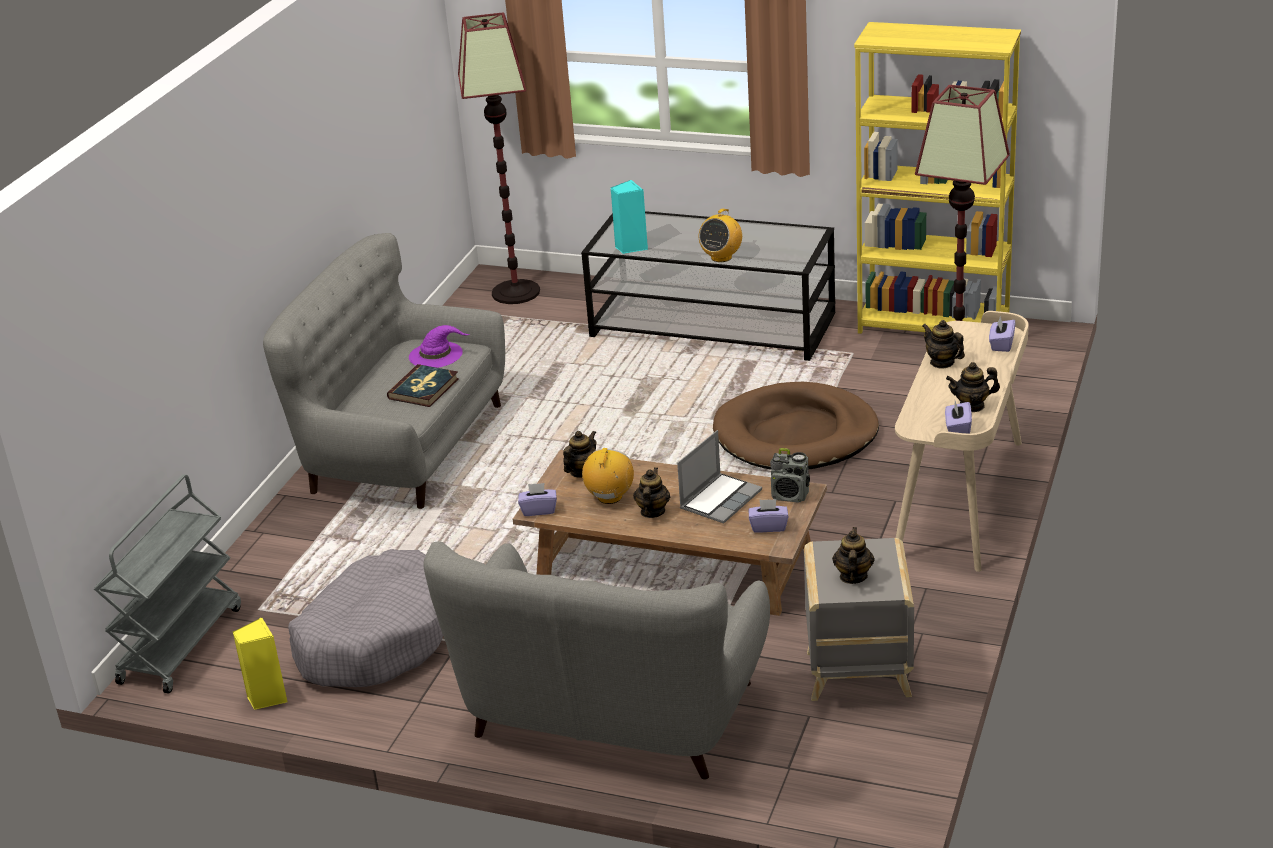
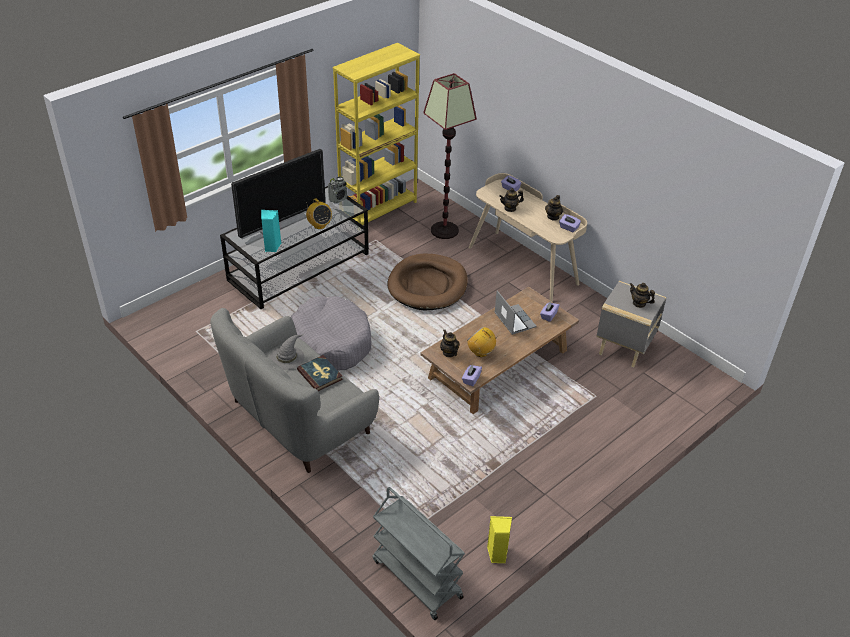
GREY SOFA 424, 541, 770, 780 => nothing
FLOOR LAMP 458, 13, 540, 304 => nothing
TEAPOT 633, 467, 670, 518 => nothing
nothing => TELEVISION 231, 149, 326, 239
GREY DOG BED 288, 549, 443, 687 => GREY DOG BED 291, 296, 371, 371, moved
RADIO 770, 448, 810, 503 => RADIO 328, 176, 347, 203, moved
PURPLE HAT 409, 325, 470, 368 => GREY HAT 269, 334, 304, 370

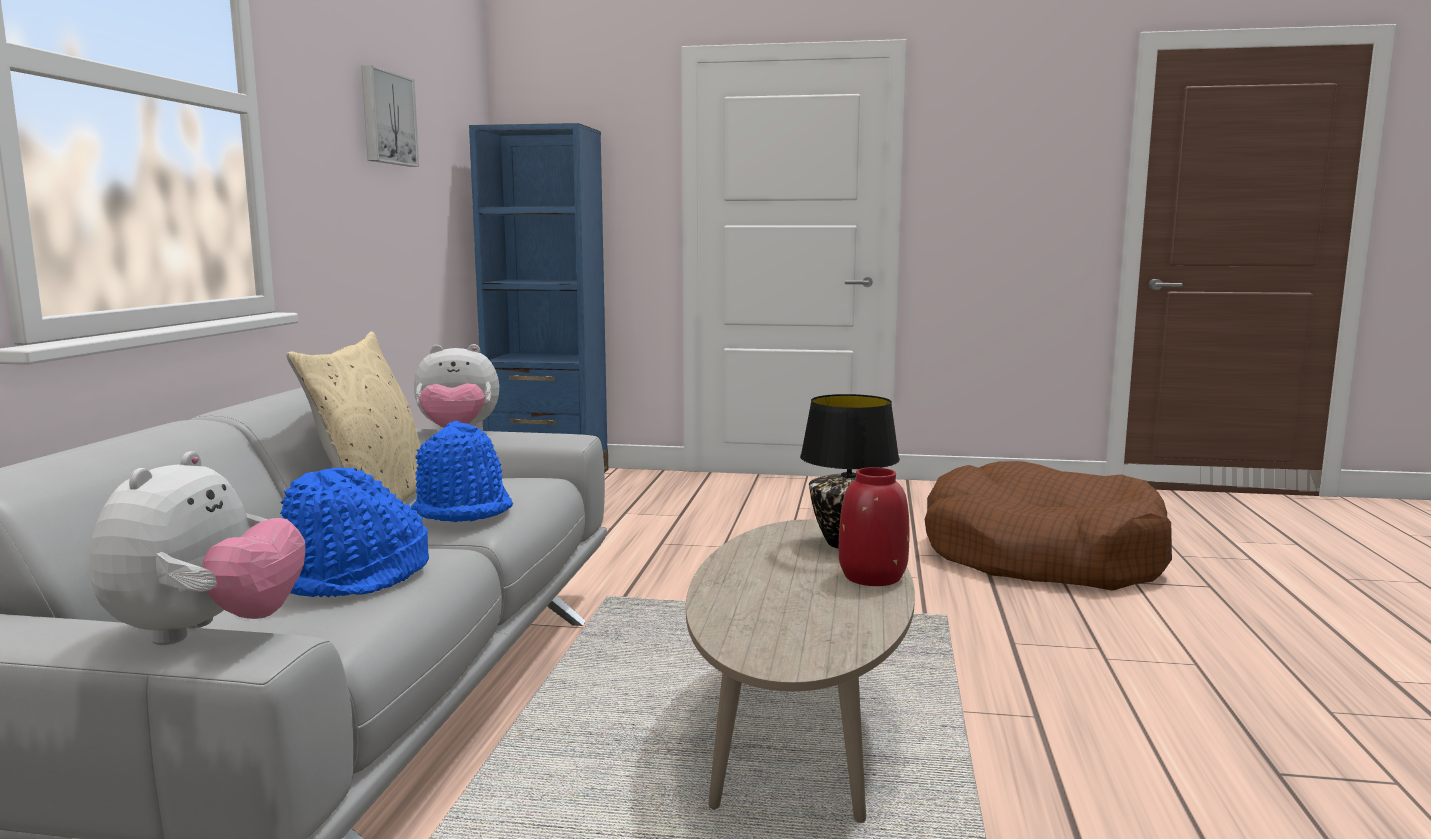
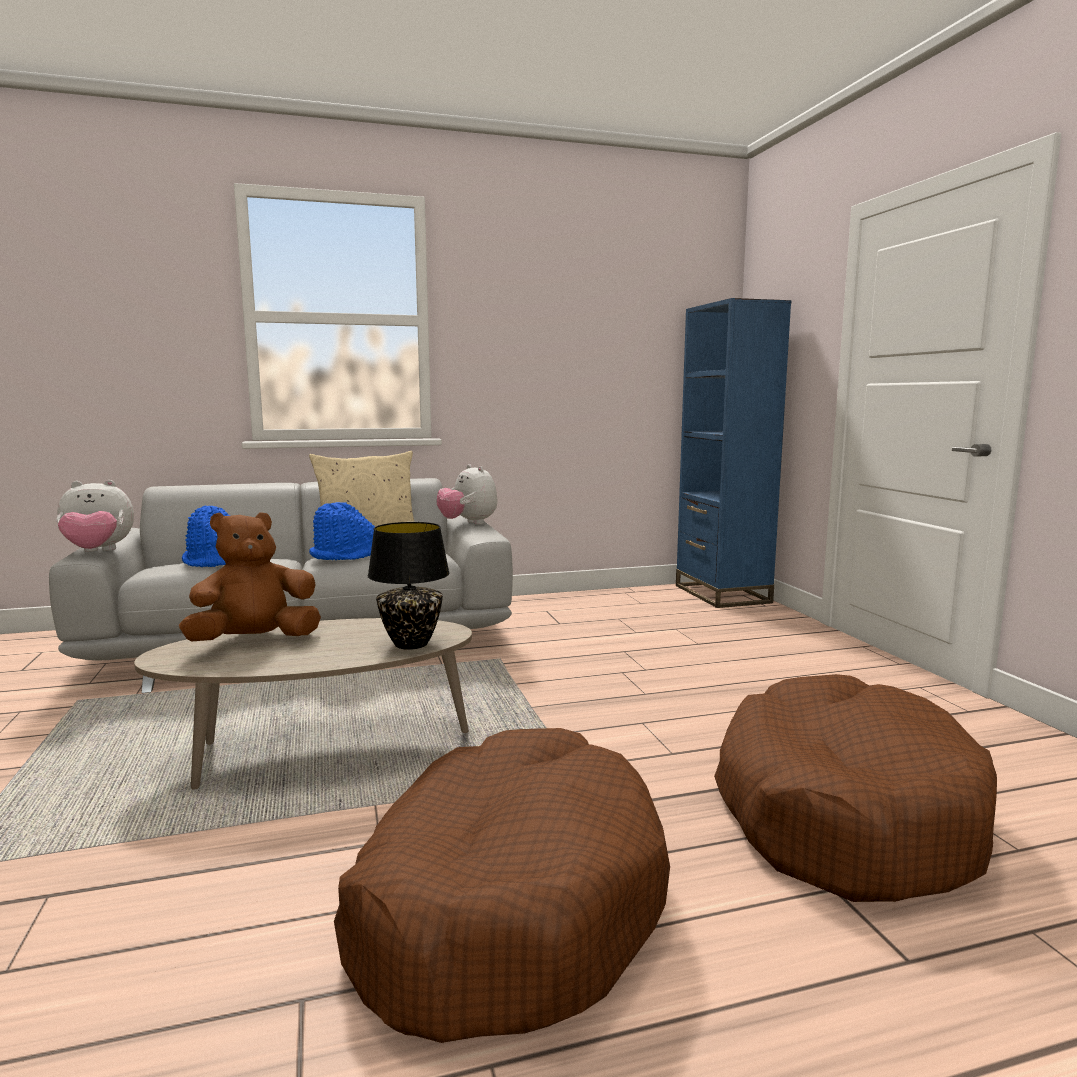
PICTURE 361, 65, 419, 167 => nothing
RED VASE 839, 467, 909, 586 => nothing
nothing => BROWN PLUSH TOY 179, 512, 321, 641
nothing => BROWN DOG BED 334, 728, 670, 1043

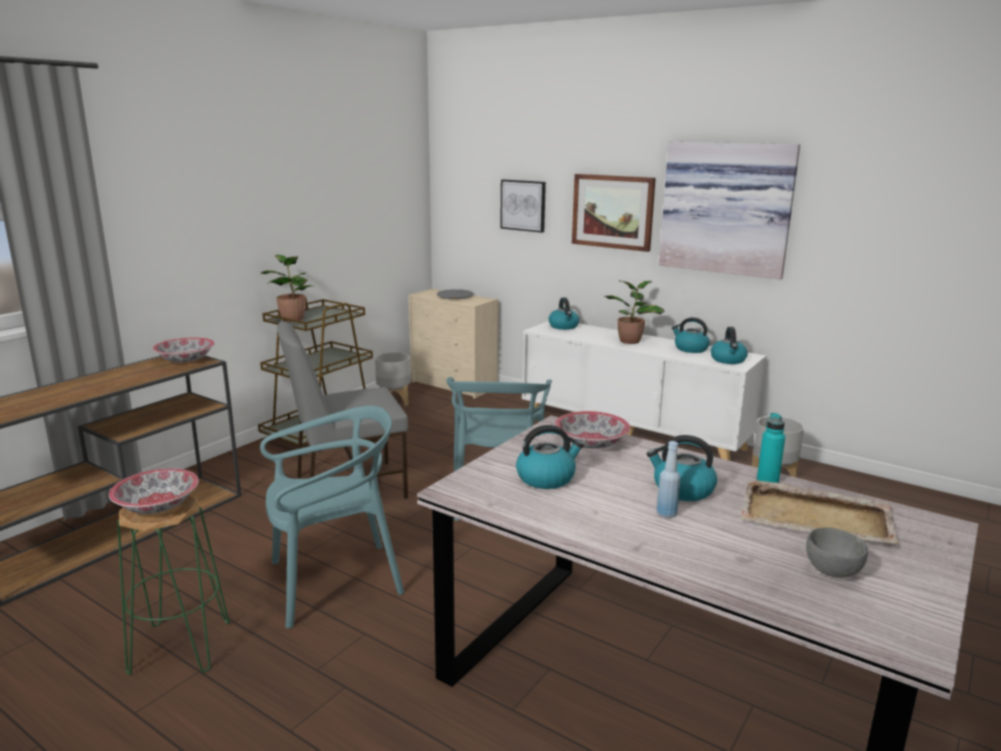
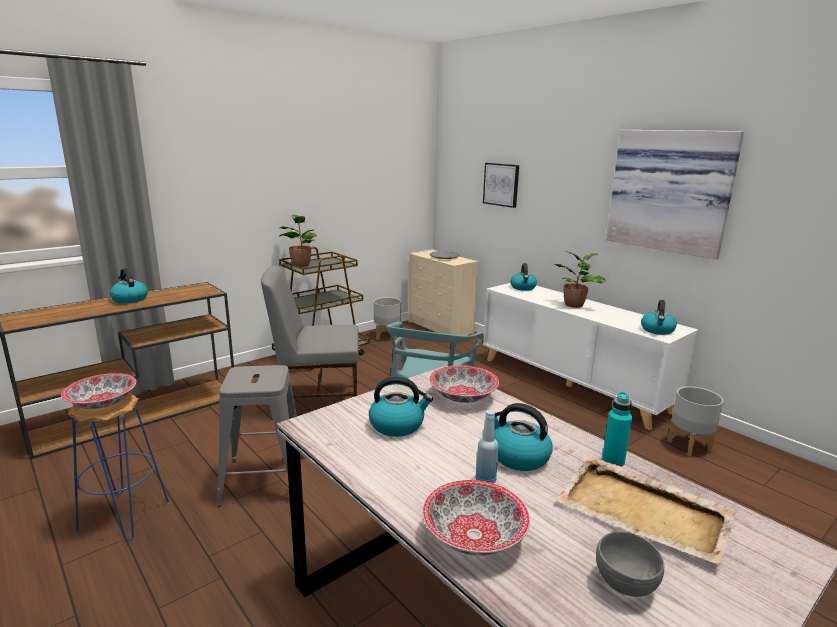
PICTURE 572, 174, 656, 252 => nothing
BOWL 152, 338, 215, 362 => BOWL 422, 480, 530, 556, moved
KETTLE 672, 317, 710, 353 => KETTLE 110, 268, 148, 304, moved
TURQUOISE CHAIR 260, 406, 404, 628 => GREY STOOL 217, 365, 305, 507
GREEN STOOL 117, 494, 230, 675 => BLUE STOOL 67, 393, 169, 541

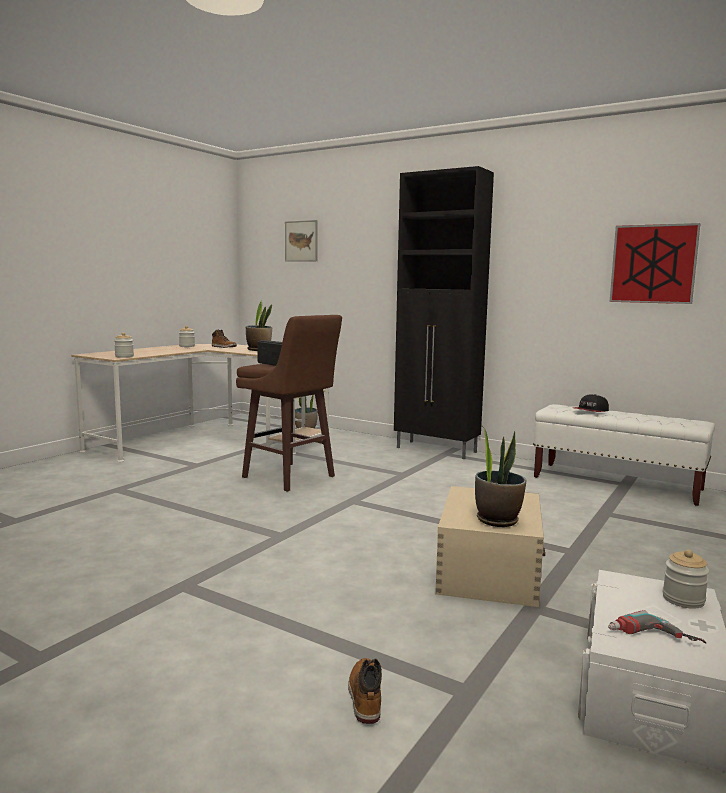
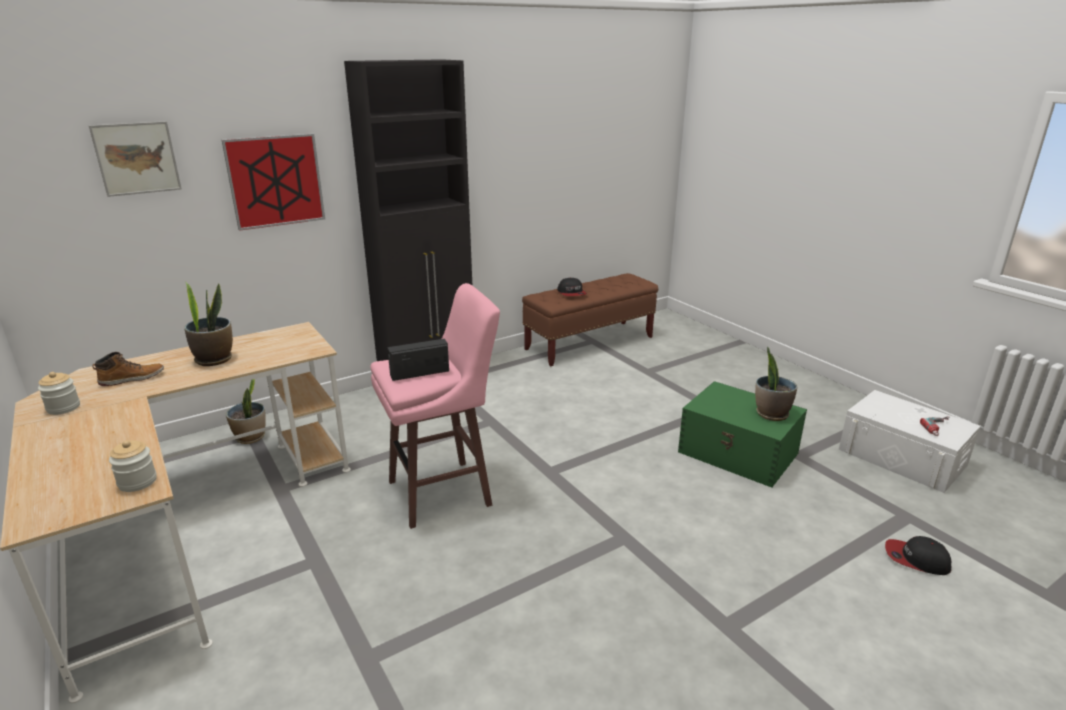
JAR 663, 550, 709, 609 => nothing
PICTURE 610, 223, 701, 304 => PICTURE 222, 133, 325, 231, moved
BOOT 348, 658, 382, 724 => CAP 885, 536, 952, 575
BROWN STOOL 236, 315, 342, 492 => PINK STOOL 370, 283, 500, 529
BEIGE STORAGE BOX 435, 486, 545, 607 => GREEN STORAGE BOX 678, 381, 807, 488
WHITE BENCH 533, 404, 715, 506 => BROWN BENCH 522, 273, 658, 366

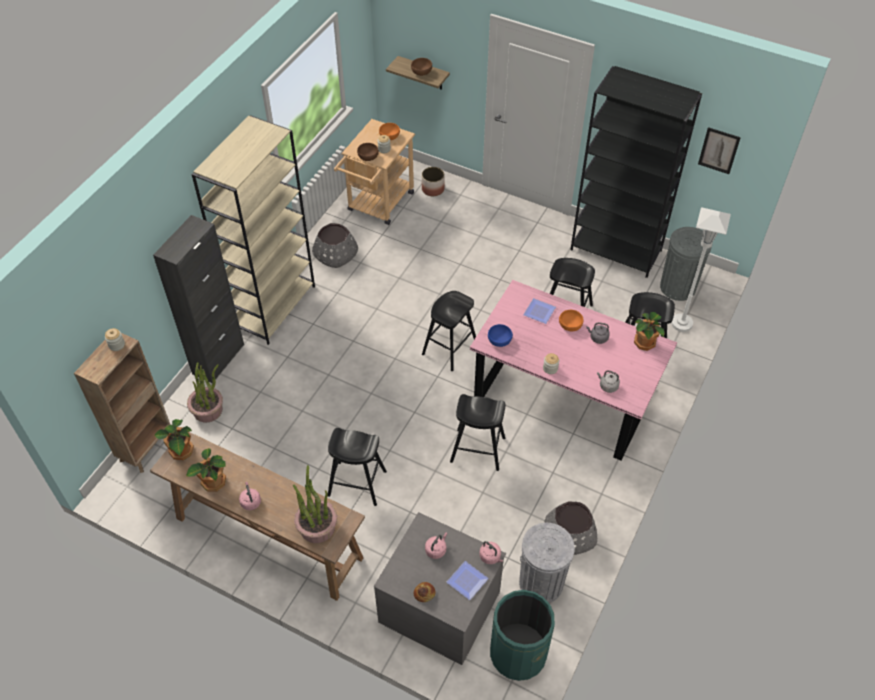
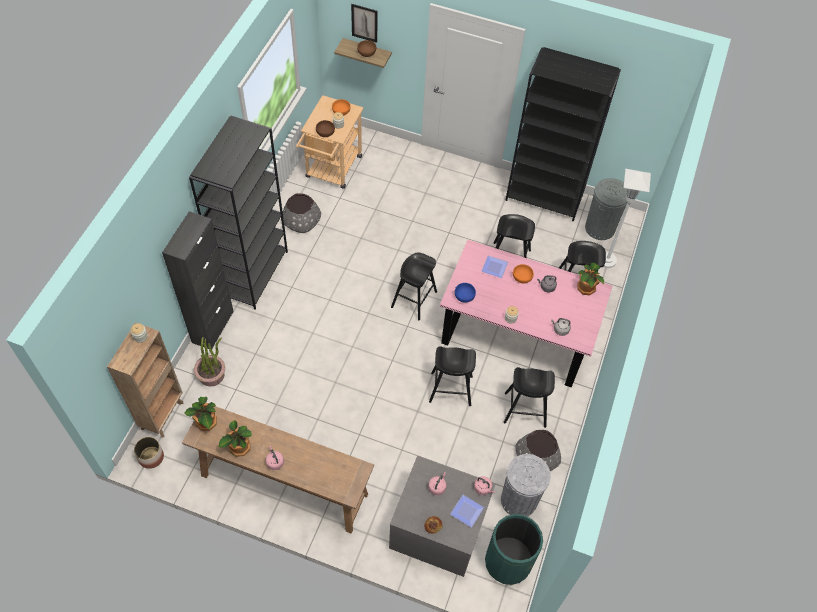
POTTED PLANT 293, 465, 337, 543 => nothing
BLACK STOOL 327, 428, 387, 506 => BLACK STOOL 503, 367, 555, 428, moved
PLANTER 422, 167, 445, 196 => PLANTER 134, 437, 164, 469, moved
PICTURE 698, 127, 741, 174 => PICTURE 351, 4, 377, 43, moved
BEIGE BOOKCASE 192, 115, 315, 345 => BLACK BOOKCASE 189, 116, 288, 310

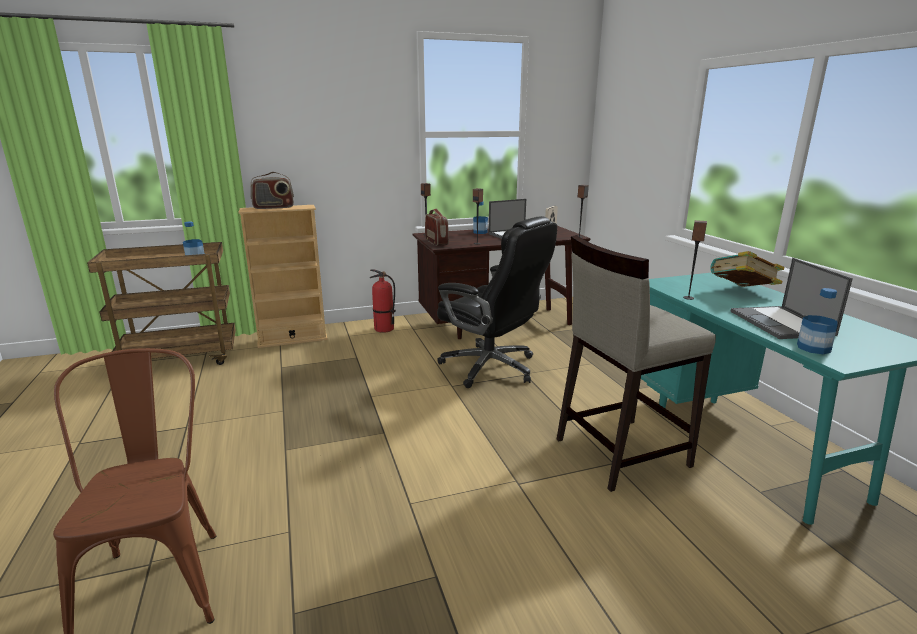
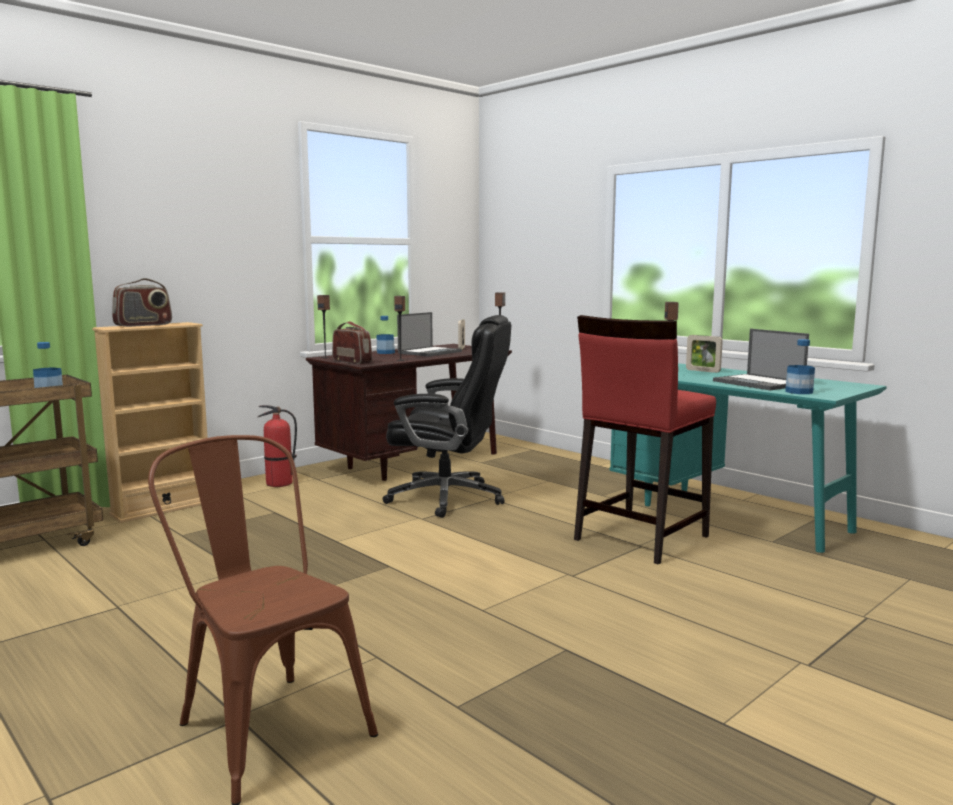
BOOK 710, 251, 784, 287 => PICTURE FRAME 686, 335, 723, 373
BEIGE STOOL 557, 235, 716, 492 => RED STOOL 574, 315, 716, 565

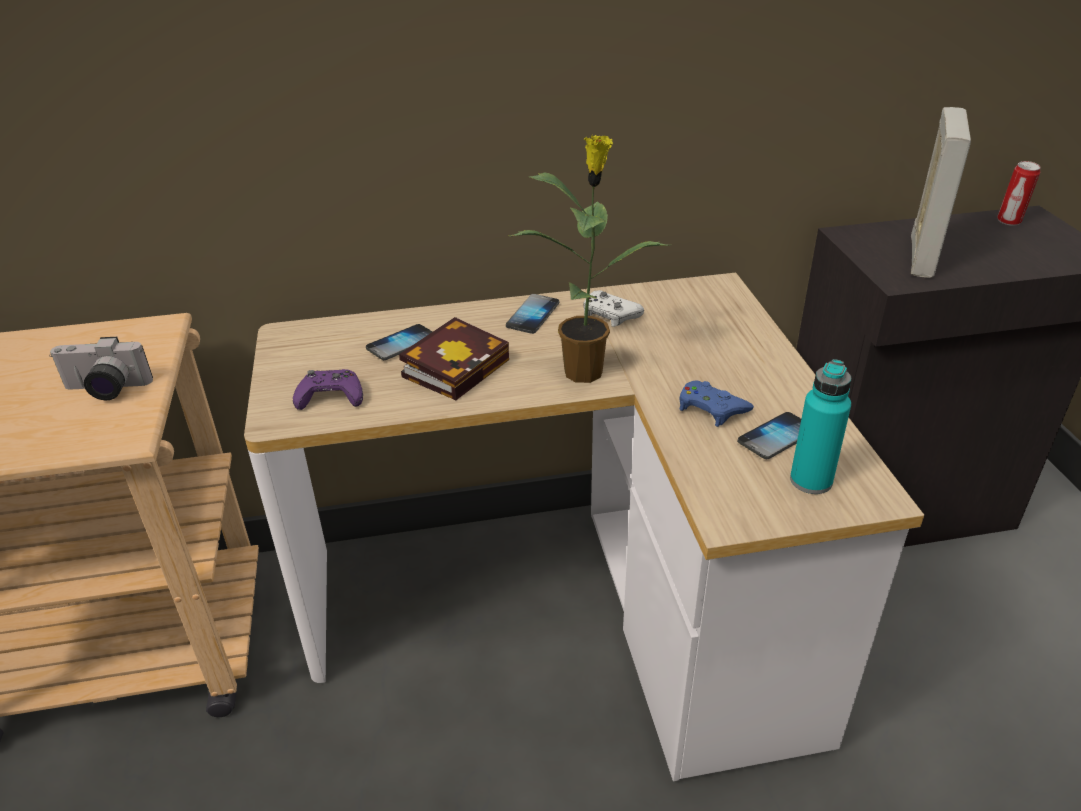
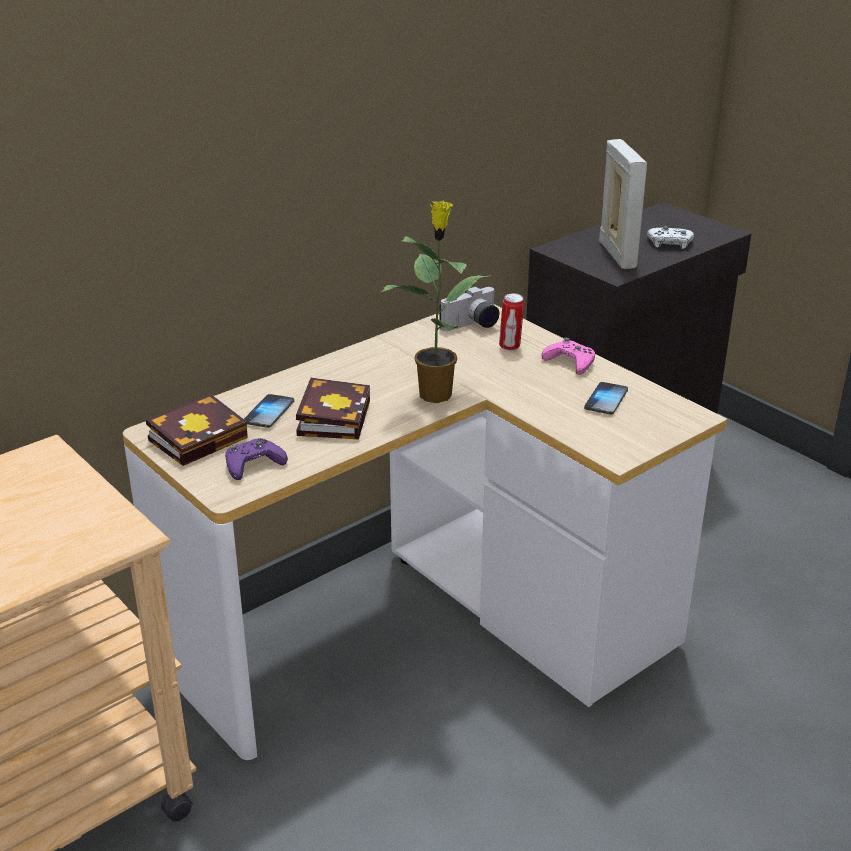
PHONE 506, 294, 559, 334 => nothing
BLUE GAME CONTROLLER 679, 380, 754, 427 => nothing
TURQUOISE BOTTLE 790, 359, 851, 494 => nothing
nothing => BOOK 146, 393, 248, 466
nothing => PINK GAME CONTROLLER 541, 338, 595, 375
PHOTO CAMERA 49, 337, 153, 400 => PHOTO CAMERA 439, 286, 499, 331, moved
WHITE GAME CONTROLLER 583, 290, 644, 327 => WHITE GAME CONTROLLER 647, 226, 694, 249, moved
CAN 997, 161, 1041, 226 => CAN 499, 293, 524, 351, moved

